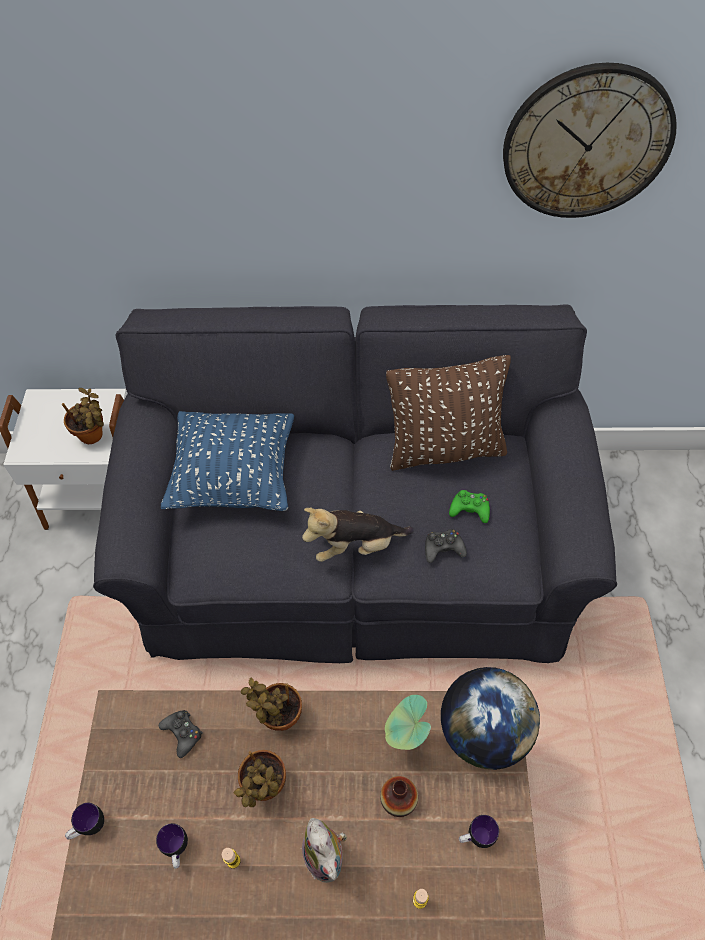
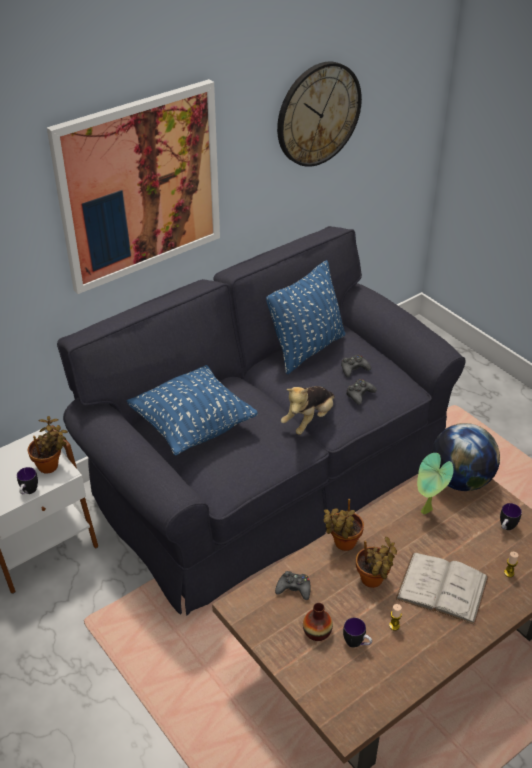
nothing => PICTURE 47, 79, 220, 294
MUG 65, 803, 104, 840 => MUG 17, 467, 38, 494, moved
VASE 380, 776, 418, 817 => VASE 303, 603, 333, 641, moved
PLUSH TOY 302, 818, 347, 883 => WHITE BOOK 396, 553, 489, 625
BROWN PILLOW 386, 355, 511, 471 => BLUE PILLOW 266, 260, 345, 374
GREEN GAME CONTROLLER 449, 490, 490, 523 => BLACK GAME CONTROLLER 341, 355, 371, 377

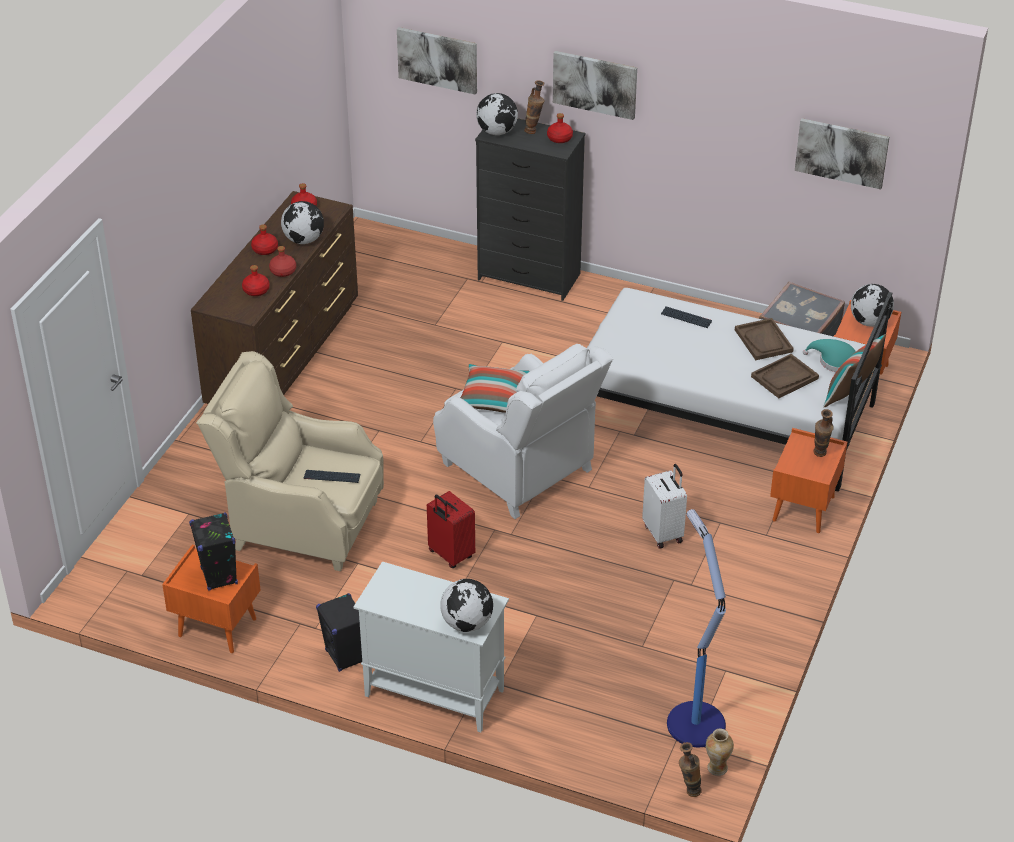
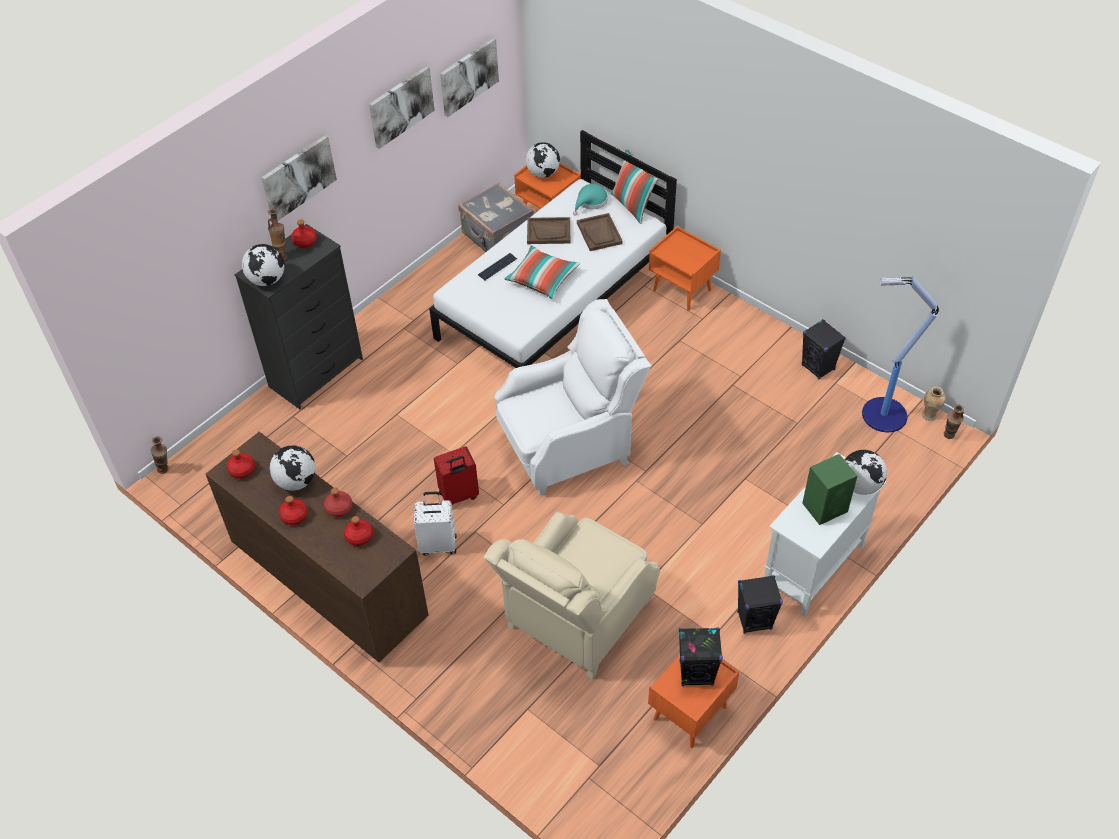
KEYBOARD 304, 470, 360, 483 => nothing
nothing => BLACK SPEAKER 801, 319, 846, 379
nothing => GREEN SPEAKER 802, 454, 857, 525
PICTURE 397, 27, 477, 95 => PICTURE 369, 66, 435, 149, moved
RED SUITCASE 427, 491, 475, 568 => RED SUITCASE 434, 446, 479, 505, moved
PILLOW 460, 364, 530, 413 => PILLOW 505, 245, 580, 299, moved
WHITE SUITCASE 642, 464, 687, 549 => WHITE SUITCASE 414, 492, 457, 556, moved
VASE 814, 409, 834, 457 => VASE 151, 436, 168, 474, moved

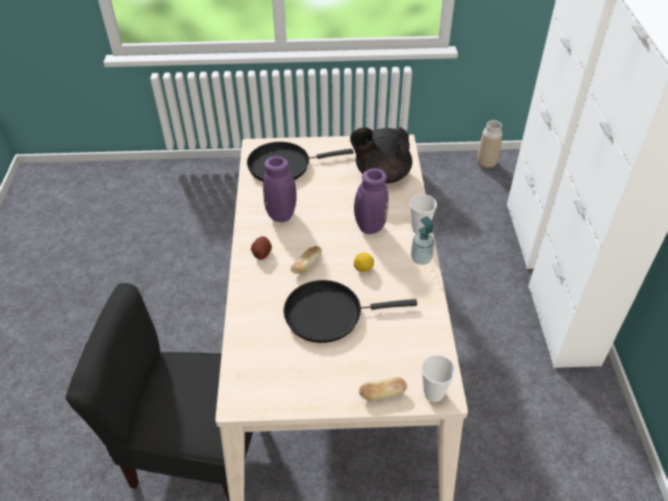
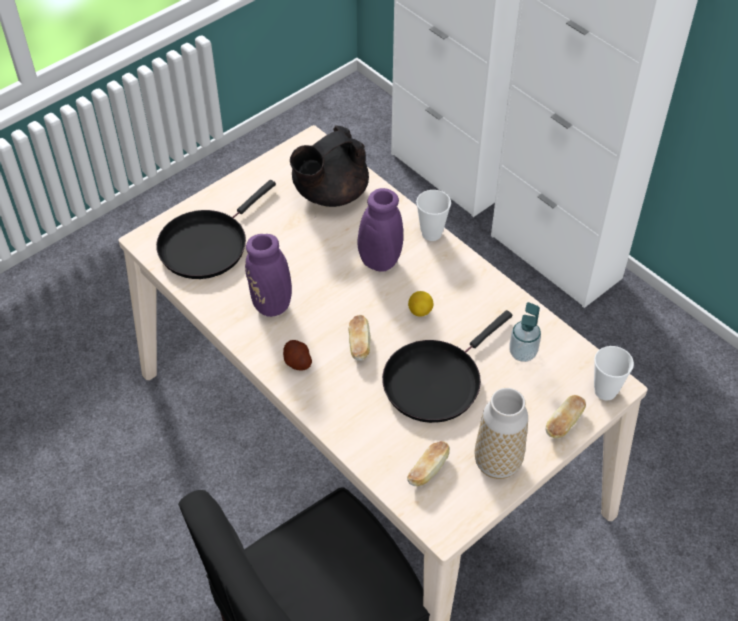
nothing => BREAD 407, 441, 450, 486
SOAP DISPENSER 411, 216, 435, 265 => SOAP DISPENSER 509, 302, 541, 362, moved
VASE 477, 120, 502, 169 => VASE 475, 388, 528, 479, moved

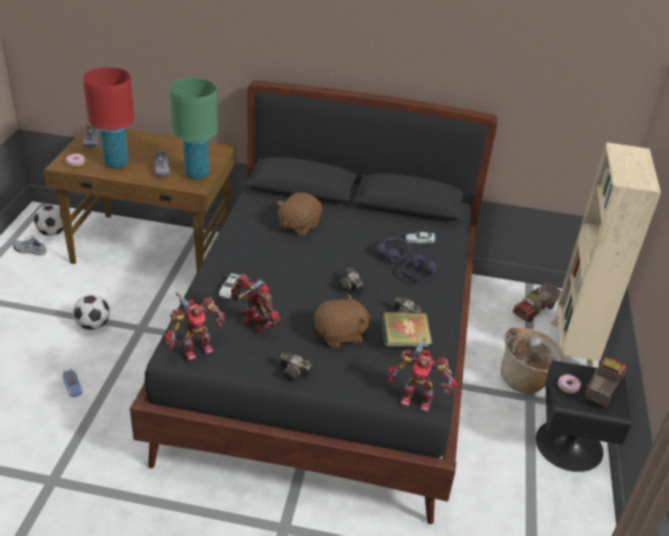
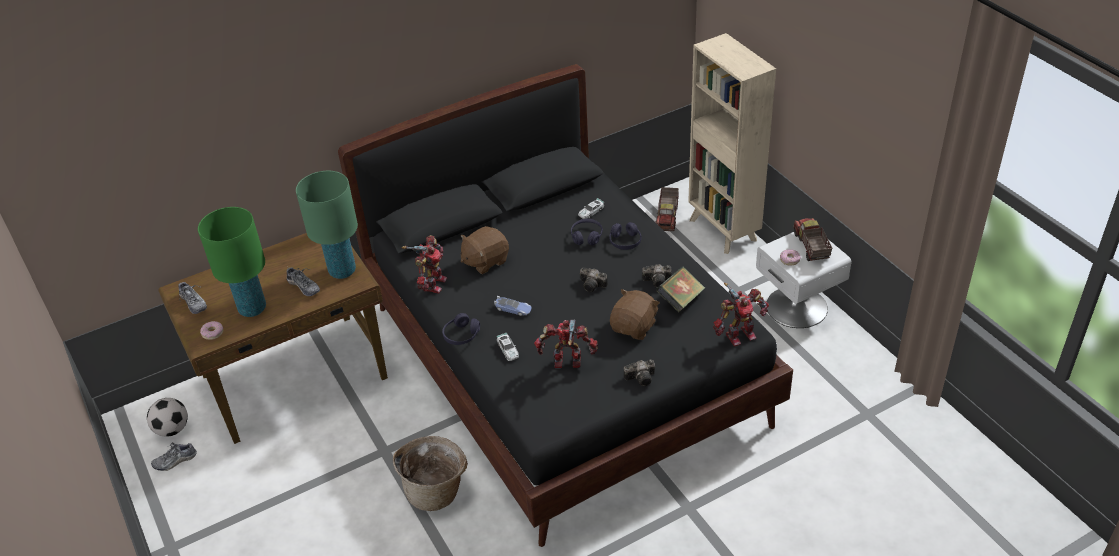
FOOTBALL 73, 295, 110, 330 => nothing
nothing => PURPLE HEADPHONES 442, 313, 480, 345
TOY CAR 62, 368, 82, 397 => TOY CAR 494, 296, 531, 316, moved
TOY ROBOT 164, 292, 225, 361 => TOY ROBOT 402, 235, 447, 293, moved
BASKET 501, 327, 565, 394 => BASKET 393, 436, 468, 511, moved
RED TABLE LAMP 83, 67, 134, 168 => GREEN TABLE LAMP 198, 207, 266, 317
BLACK NIGHTSTAND 536, 360, 631, 472 => WHITE NIGHTSTAND 756, 232, 851, 328
BROWN PLUSH TOY 277, 193, 322, 236 => BROWN PLUSH TOY 460, 226, 509, 274, 60 degrees clockwise

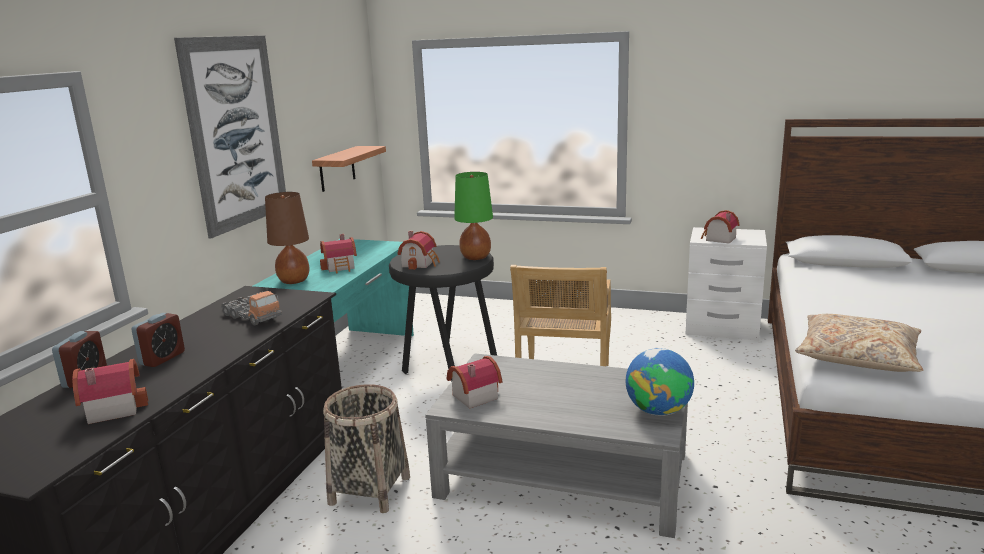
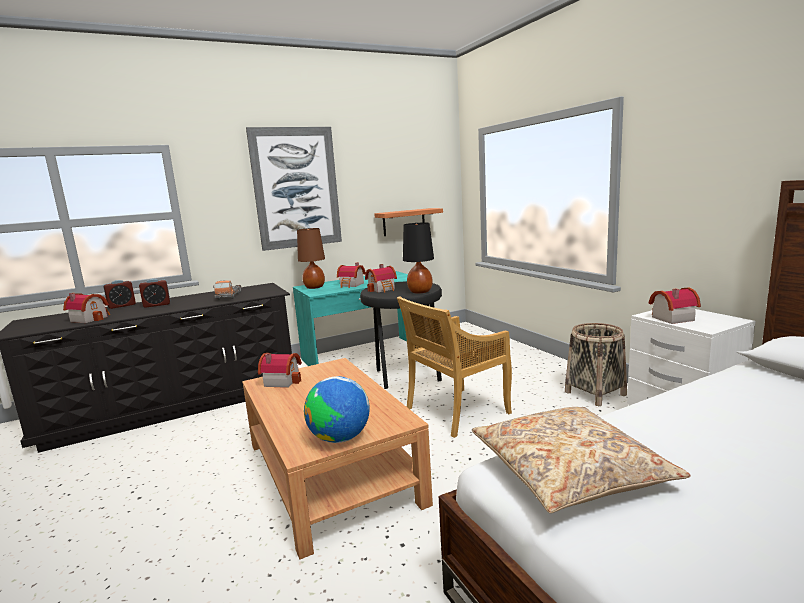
BASKET 323, 384, 410, 513 => BASKET 565, 323, 627, 406, moved
GREY COFFEE TABLE 425, 353, 688, 538 => BROWN COFFEE TABLE 242, 358, 433, 559
GREEN TABLE LAMP 454, 172, 493, 260 => BLACK TABLE LAMP 403, 223, 434, 293

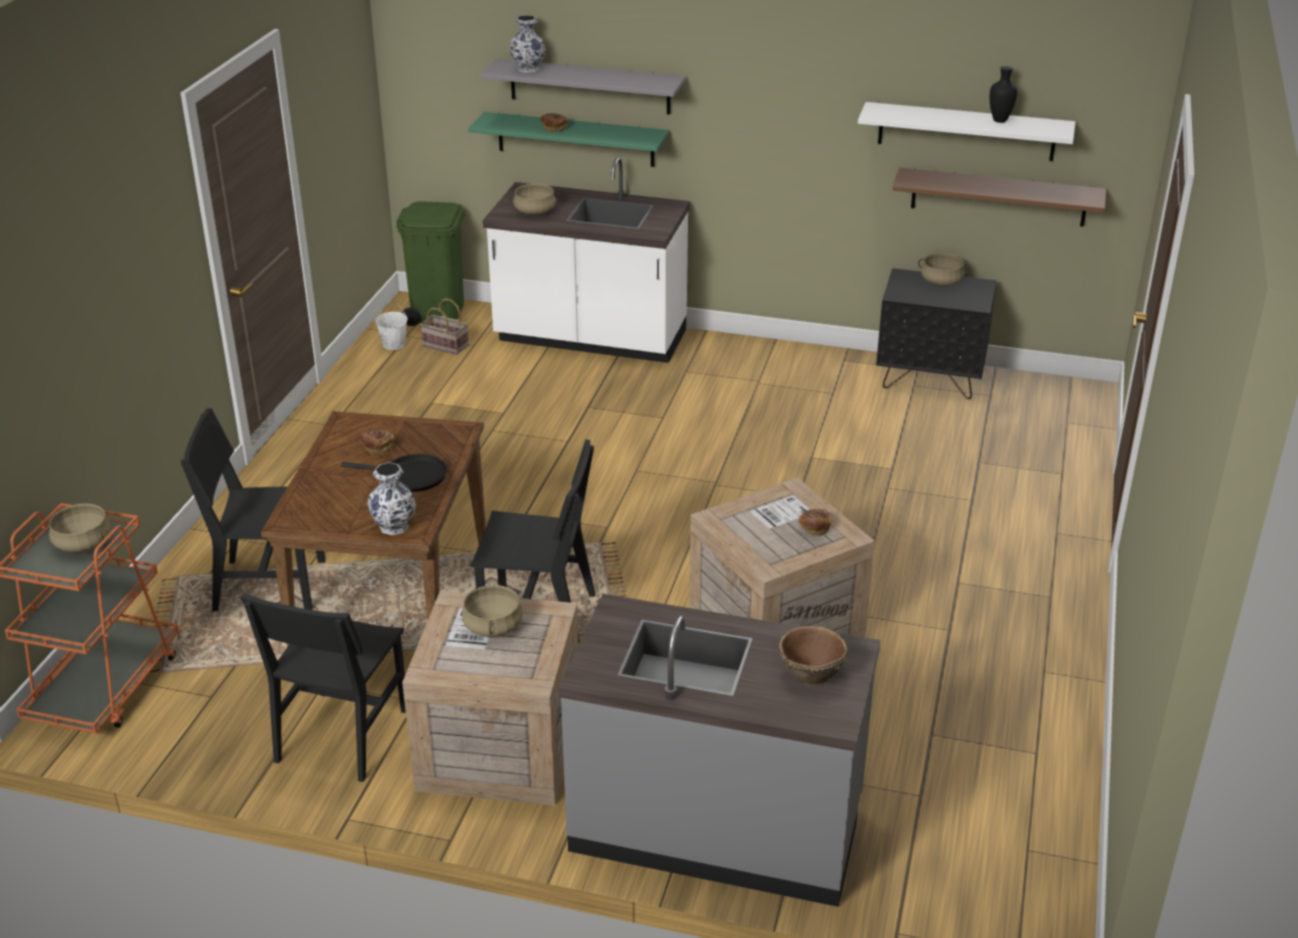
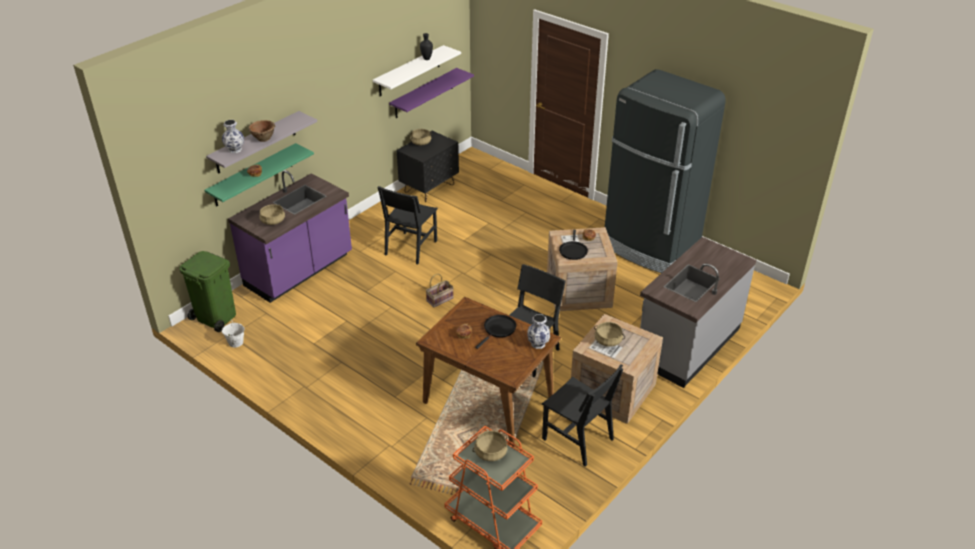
nothing => BLACK FRYING PAN 559, 230, 588, 260
nothing => BLACK FRIDGE 605, 69, 725, 273
BLACK CHAIR 181, 408, 325, 611 => BLACK CHAIR 377, 186, 438, 264, moved
BASKET 420, 299, 469, 355 => BASKET 426, 274, 454, 307, moved
BROWN BOWL 778, 626, 848, 686 => BROWN BOWL 248, 120, 276, 142, moved
WHITE COUNTER 483, 157, 690, 363 => PURPLE COUNTER 228, 170, 352, 303
BROWN SHELF 892, 168, 1106, 227 => PURPLE SHELF 389, 68, 474, 118

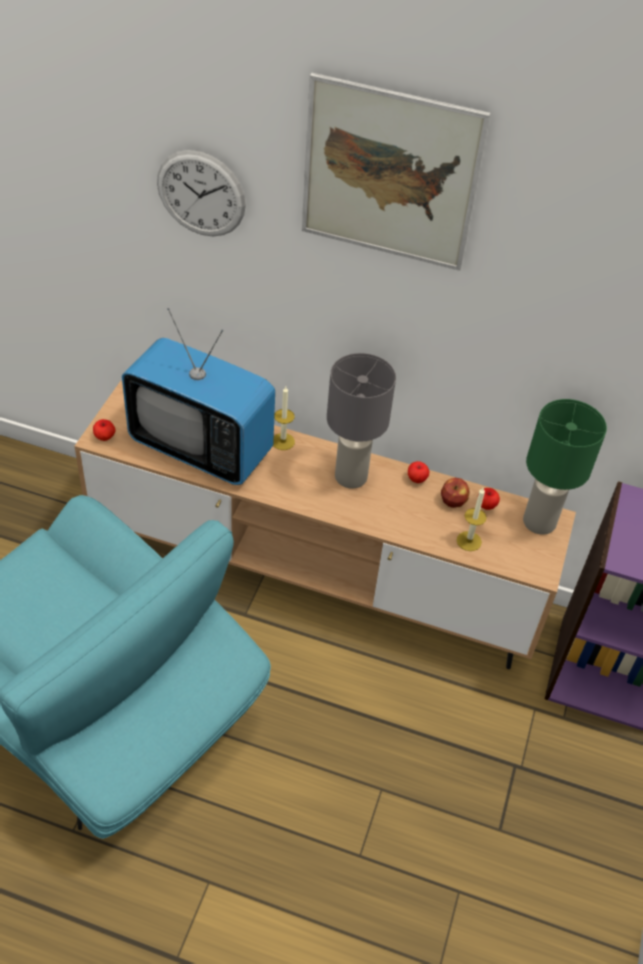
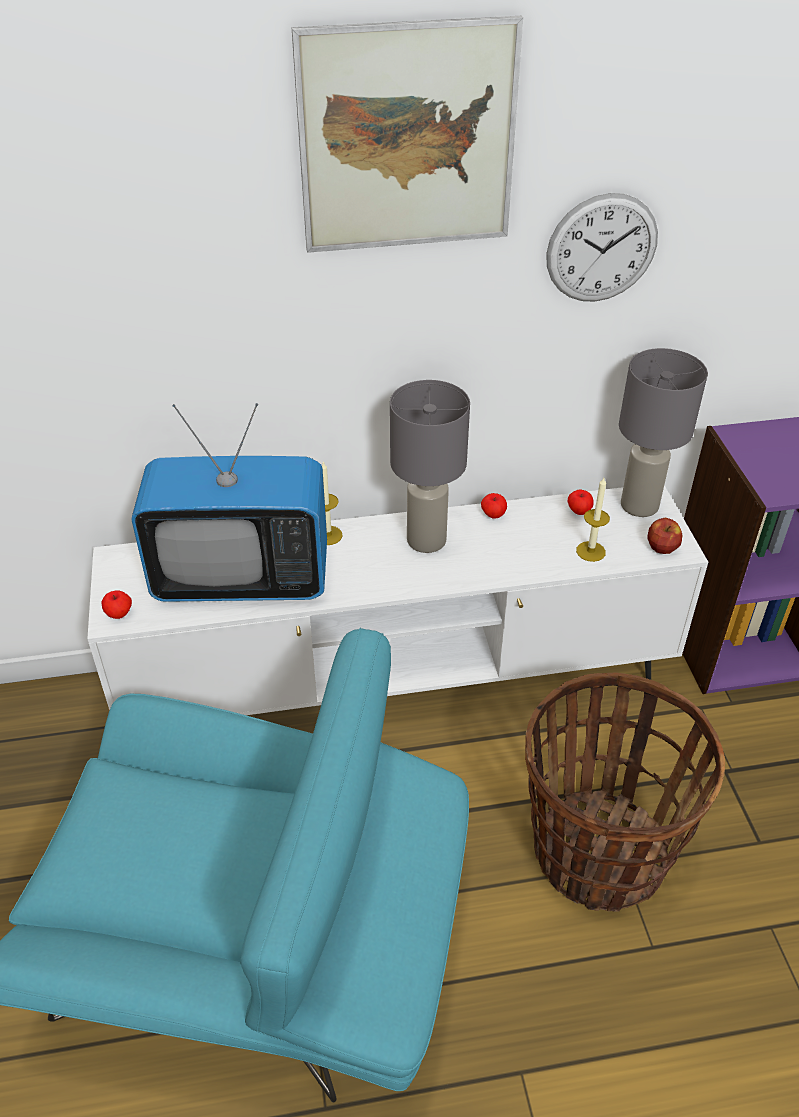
nothing => BASKET 525, 672, 725, 912
WALL CLOCK 157, 150, 246, 236 => WALL CLOCK 546, 193, 658, 302, moved
APPLE 441, 478, 470, 508 => APPLE 647, 517, 682, 554, moved
BROWN TV STAND 74, 381, 576, 669 => WHITE TV STAND 87, 485, 708, 715
GREEN TABLE LAMP 523, 399, 607, 535 => GREY TABLE LAMP 619, 348, 708, 517

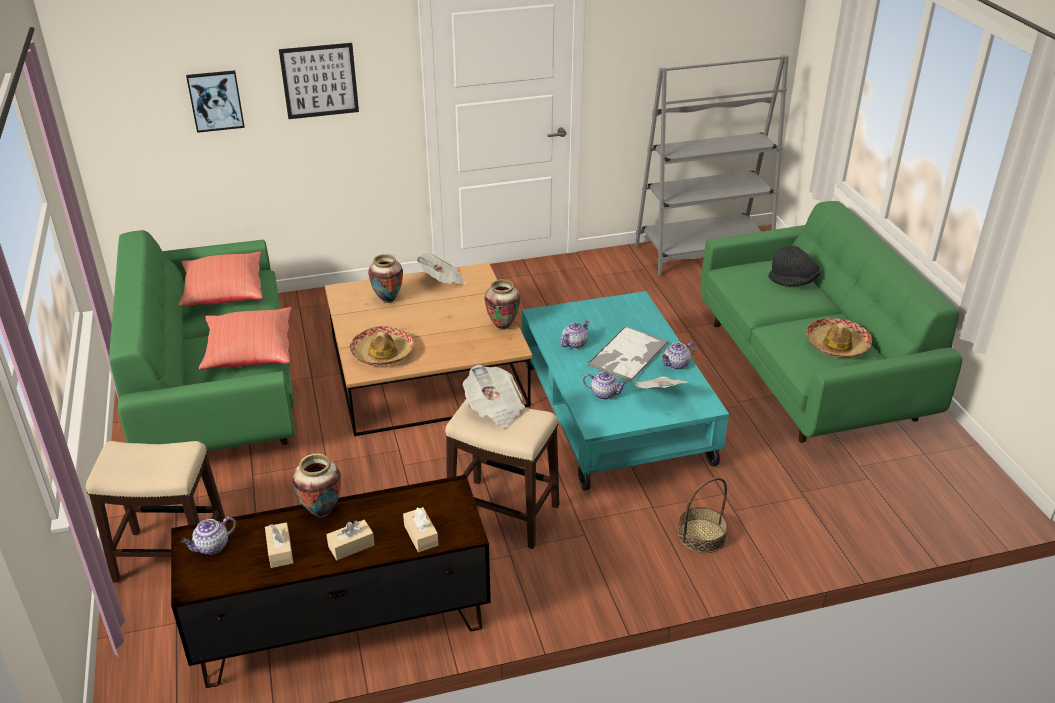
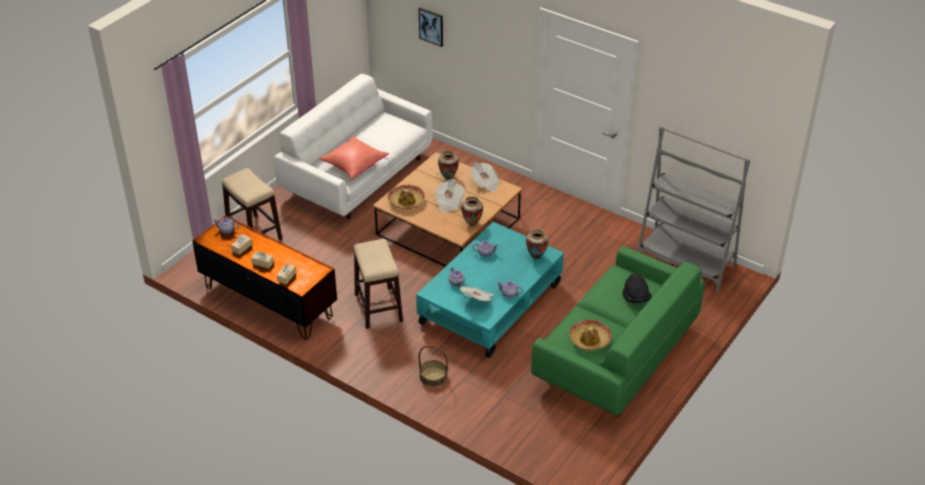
RED PILLOW 178, 252, 263, 306 => nothing
PICTURE 279, 43, 359, 119 => nothing
TRAY 588, 326, 669, 382 => nothing
VASE 293, 453, 341, 517 => VASE 526, 229, 549, 259, moved
NEWSPAPER 463, 365, 525, 428 => NEWSPAPER 435, 179, 465, 212, moved
GREEN SOFA 109, 230, 295, 451 => WHITE SOFA 274, 74, 433, 219

